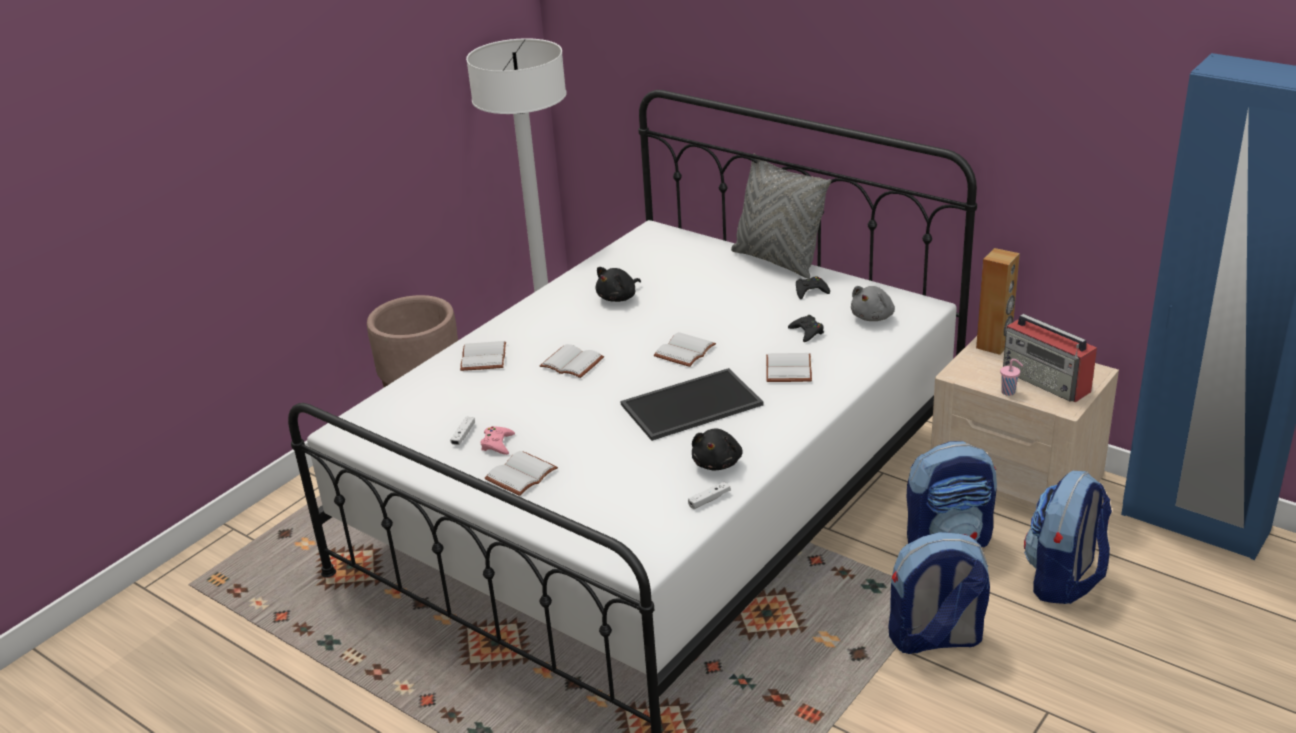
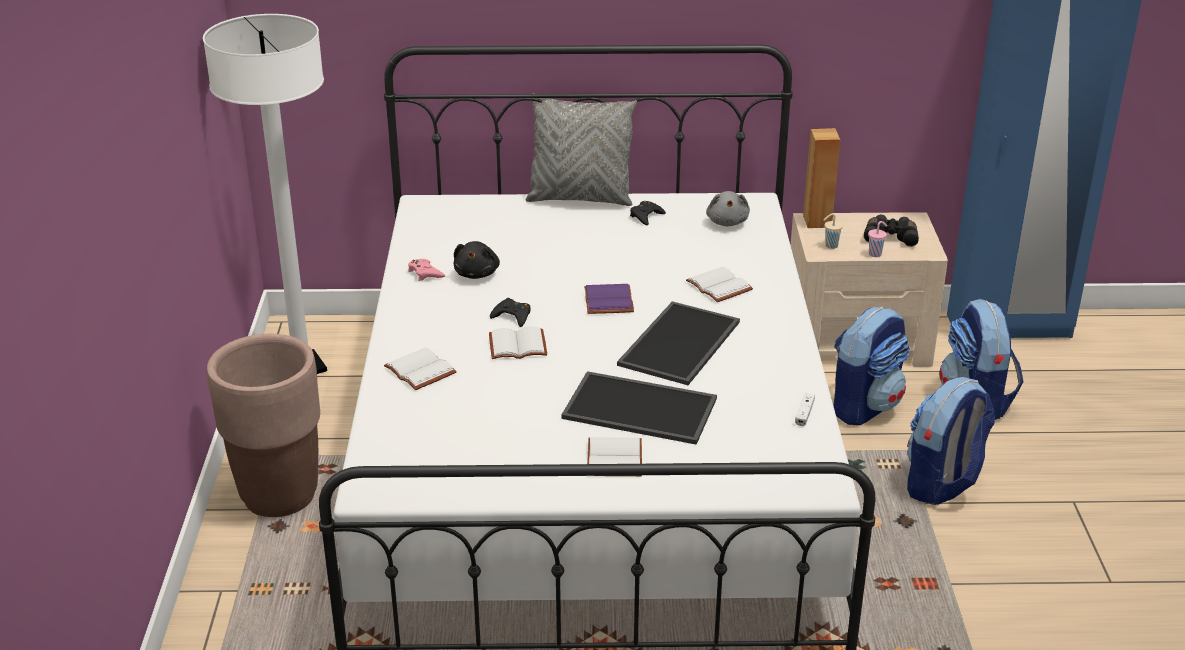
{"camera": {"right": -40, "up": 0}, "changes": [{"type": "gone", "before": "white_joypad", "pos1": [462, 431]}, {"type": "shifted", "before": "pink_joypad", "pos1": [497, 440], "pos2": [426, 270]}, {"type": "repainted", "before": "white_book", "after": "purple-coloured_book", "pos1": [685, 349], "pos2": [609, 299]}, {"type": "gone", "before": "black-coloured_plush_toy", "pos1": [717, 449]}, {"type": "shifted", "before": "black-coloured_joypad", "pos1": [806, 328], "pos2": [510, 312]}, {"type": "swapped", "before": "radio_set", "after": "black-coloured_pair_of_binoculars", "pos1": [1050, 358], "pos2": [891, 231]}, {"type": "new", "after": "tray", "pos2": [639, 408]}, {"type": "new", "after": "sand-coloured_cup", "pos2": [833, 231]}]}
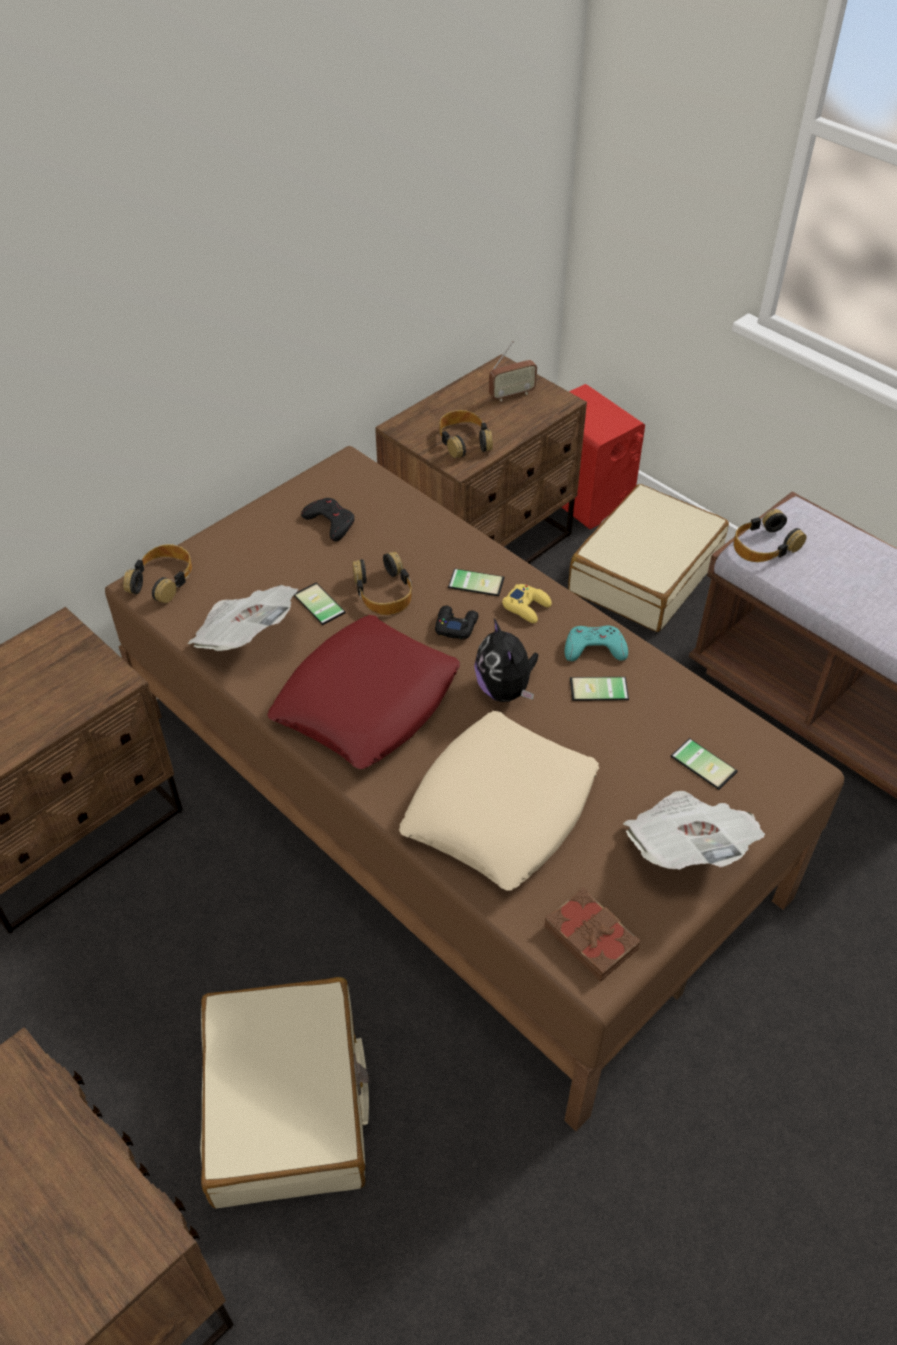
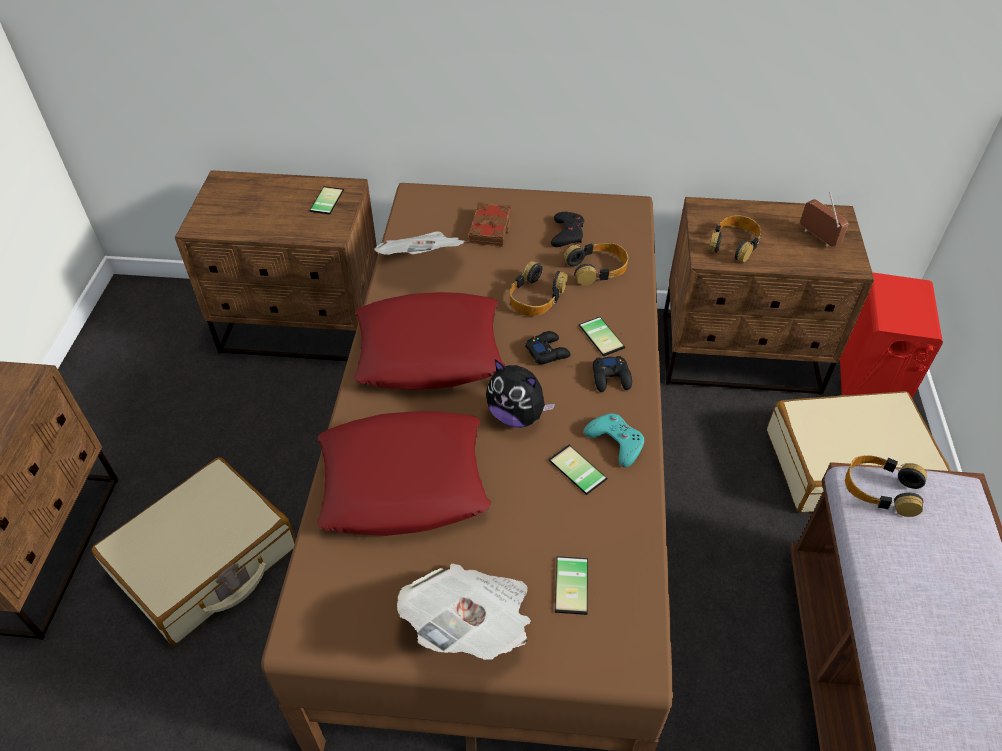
{"camera": {"right": 50, "up": 0}, "changes": [{"type": "shifted", "before": "headphones", "pos1": [157, 573], "pos2": [596, 264]}, {"type": "shifted", "before": "phone", "pos1": [319, 604], "pos2": [327, 200]}, {"type": "repainted", "before": "sand-coloured_throw_pillow", "after": "red-coloured_throw_pillow", "pos1": [499, 801], "pos2": [404, 473]}, {"type": "rotated", "before": "plush_toy", "pos1": [506, 660], "pos2": [520, 393], "turn": -90}, {"type": "rotated", "before": "radio_set", "pos1": [513, 371], "pos2": [824, 219], "turn": -150}, {"type": "repainted", "before": "yellow_joypad", "after": "black-coloured_joypad", "pos1": [527, 603], "pos2": [612, 374]}, {"type": "shifted", "before": "brownish_book", "pos1": [592, 934], "pos2": [490, 224]}]}
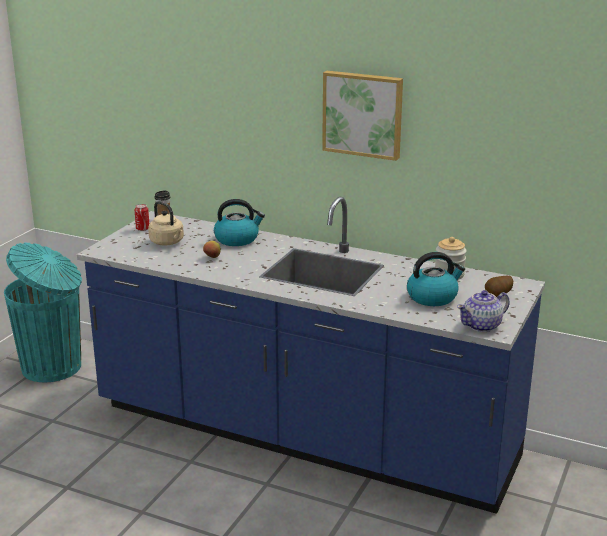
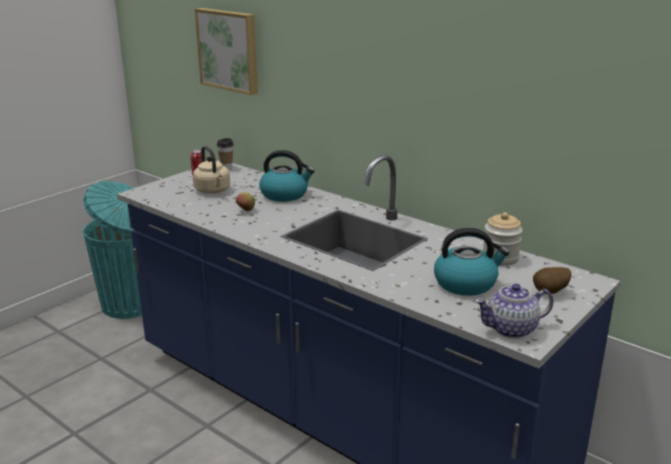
{"camera": {"right": 15, "up": 0}, "changes": [{"type": "shifted", "before": "wall_art", "pos1": [362, 116], "pos2": [226, 51]}]}
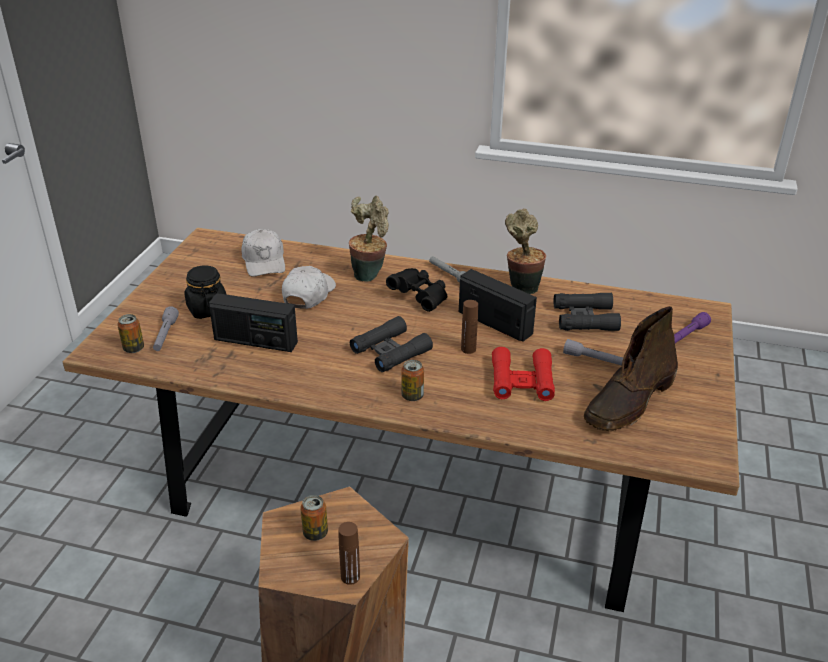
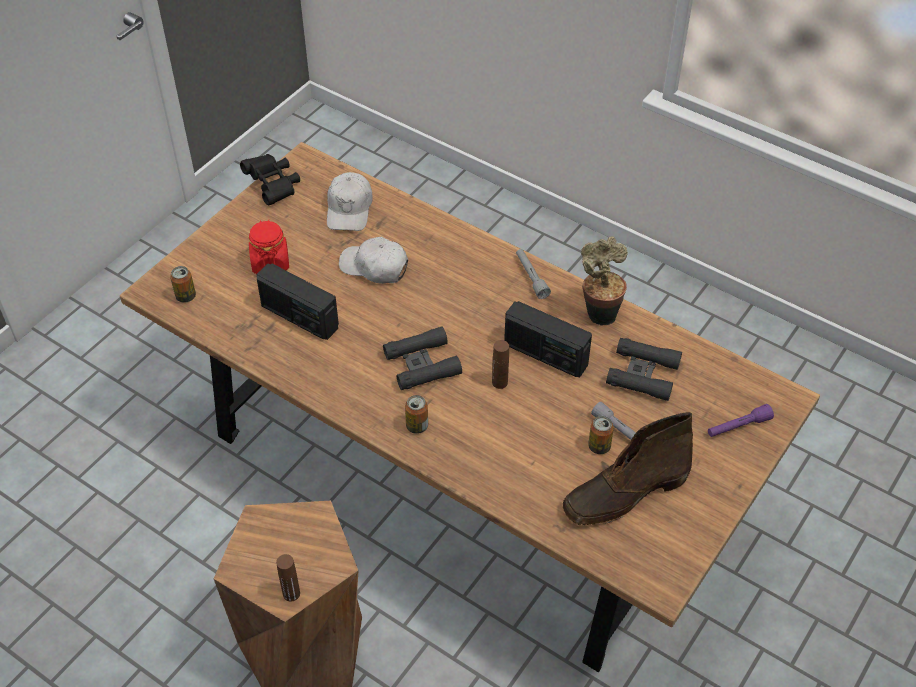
{"camera": {"right": 20, "up": 15}, "changes": [{"type": "gone", "before": "greyish_torch", "pos1": [166, 328]}, {"type": "repainted", "before": "black-coloured_storage_jar", "after": "red-coloured_storage_jar", "pos1": [205, 292], "pos2": [269, 246]}, {"type": "rotated", "before": "white_baseball_cap", "pos1": [309, 287], "pos2": [373, 260], "turn": -105}, {"type": "shifted", "before": "metal_can", "pos1": [314, 518], "pos2": [601, 435]}, {"type": "gone", "before": "houseplant", "pos1": [369, 239]}, {"type": "shifted", "before": "black-coloured_pair_of_binoculars", "pos1": [416, 290], "pos2": [270, 179]}, {"type": "rotated", "before": "radio_set", "pos1": [498, 305], "pos2": [548, 339], "turn": 150}, {"type": "gone", "before": "red-coloured_pair_of_binoculars", "pos1": [523, 374]}]}
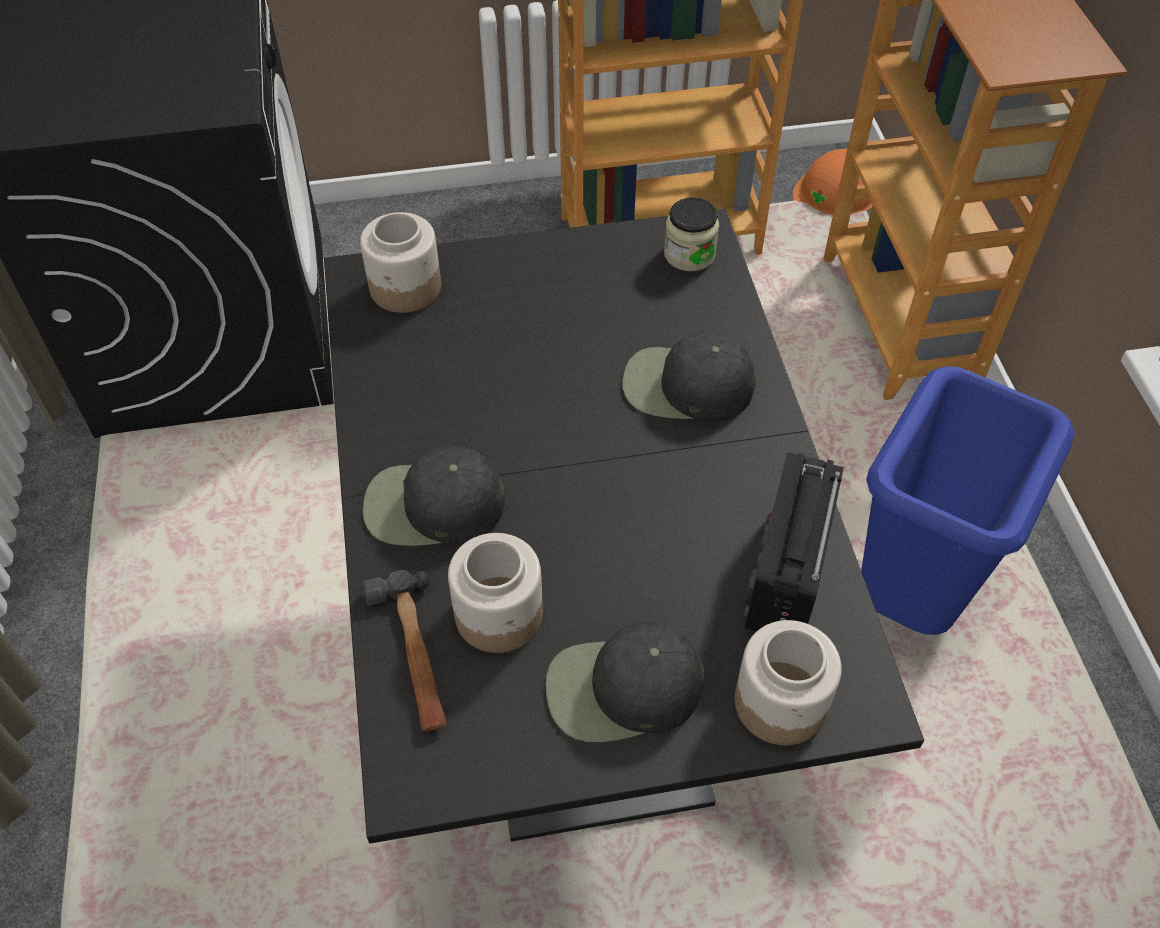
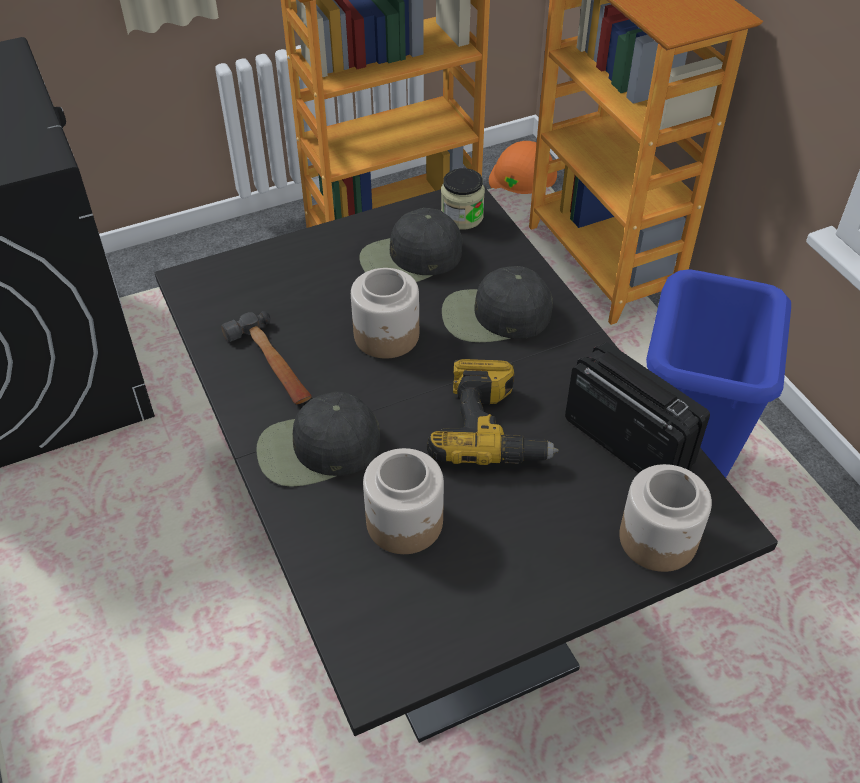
{"camera": {"right": -15, "up": -5}, "changes": [{"type": "shifted", "before": "storage_jar", "pos1": [400, 262], "pos2": [385, 313]}, {"type": "shifted", "before": "tool_hammer", "pos1": [405, 651], "pos2": [266, 358]}, {"type": "shifted", "before": "black-coloured_baseball_cap", "pos1": [625, 681], "pos2": [410, 245]}, {"type": "rotated", "before": "radio_set", "pos1": [794, 542], "pos2": [637, 407], "turn": 135}, {"type": "new", "after": "drill", "pos2": [493, 412]}]}
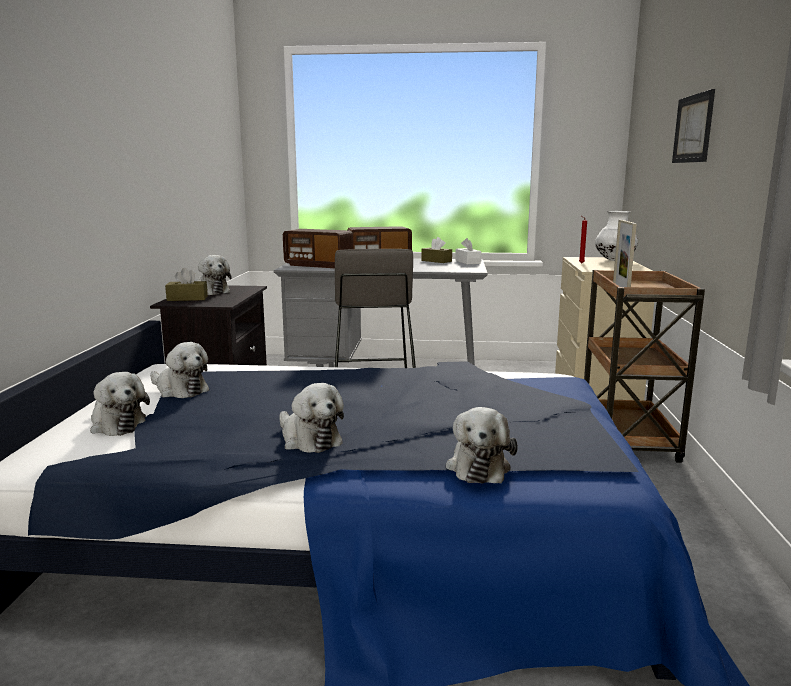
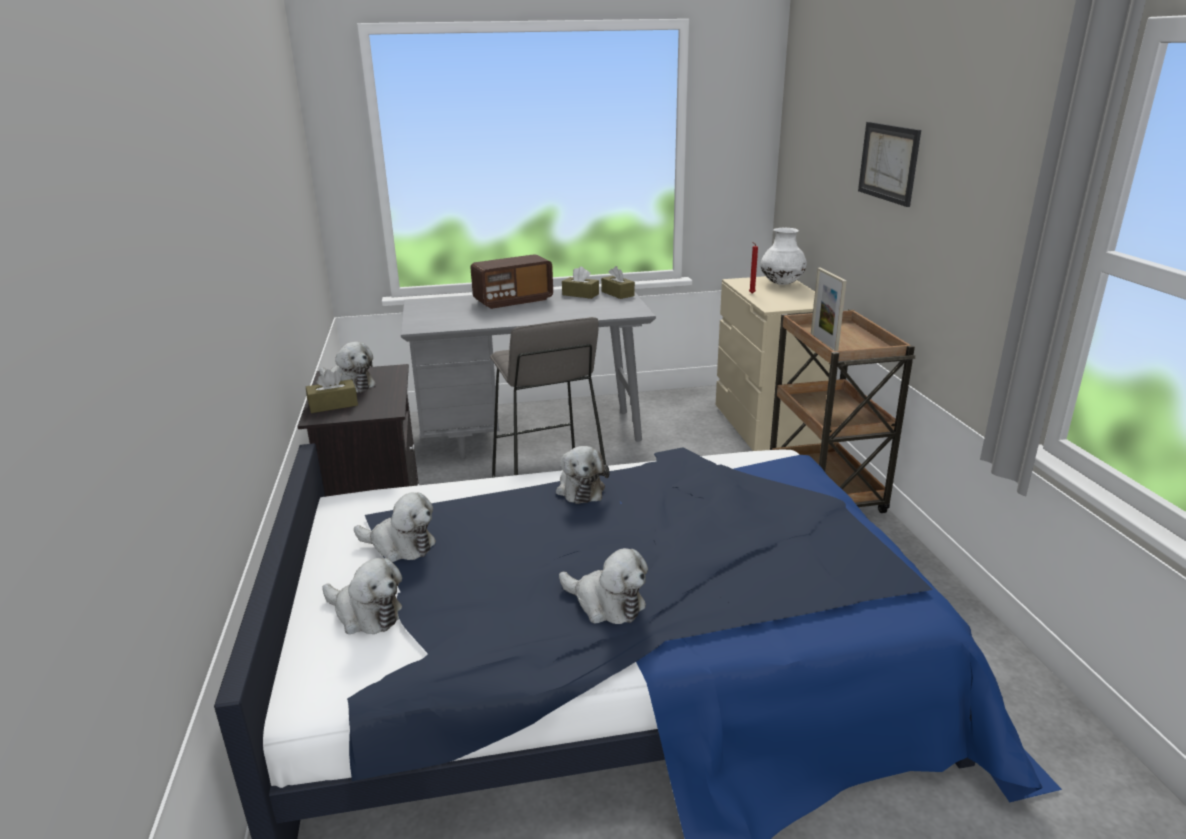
{"camera": {"right": -15, "up": 10}, "changes": [{"type": "gone", "before": "radio_set", "pos1": [318, 248]}, {"type": "shifted", "before": "plush_toy", "pos1": [482, 445], "pos2": [583, 475]}, {"type": "repainted", "before": "white_box_of_tissues", "after": "brownish_box_of_tissues", "pos1": [468, 251], "pos2": [618, 282]}]}
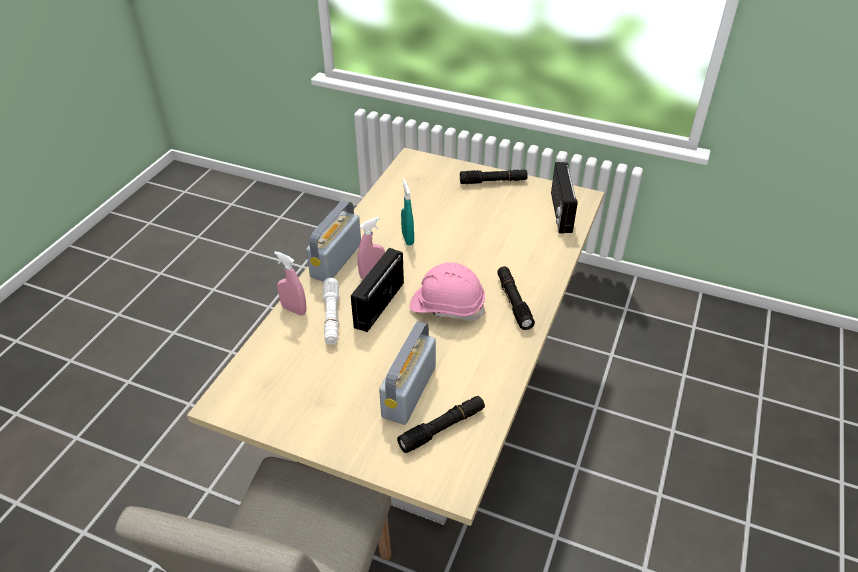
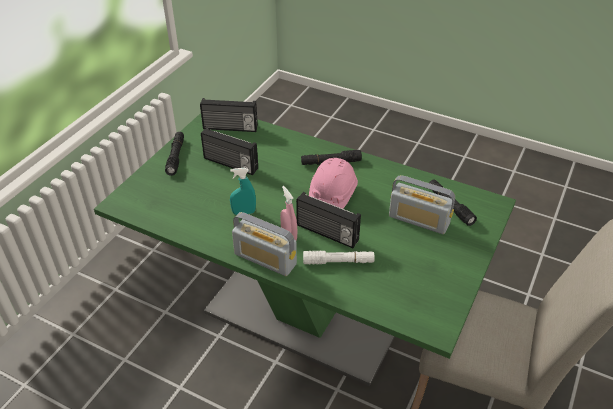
{"camera": {"right": -85, "up": 0}, "changes": [{"type": "repainted", "before": "sand-coloured_dinner_table", "after": "green-coloured_dinner_table", "pos1": [395, 338], "pos2": [305, 249]}, {"type": "gone", "before": "pink_hand_sprayer", "pos1": [290, 283]}, {"type": "new", "after": "radio_set", "pos2": [229, 151]}]}
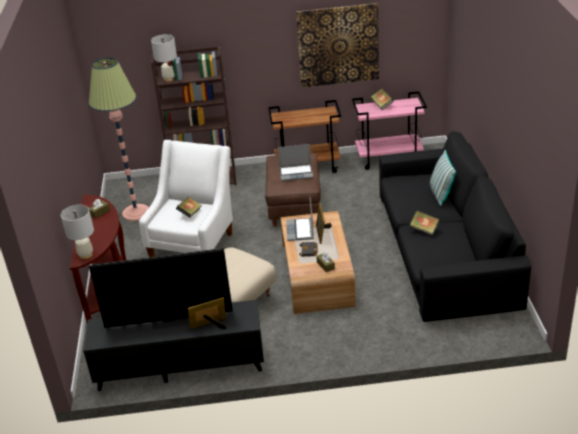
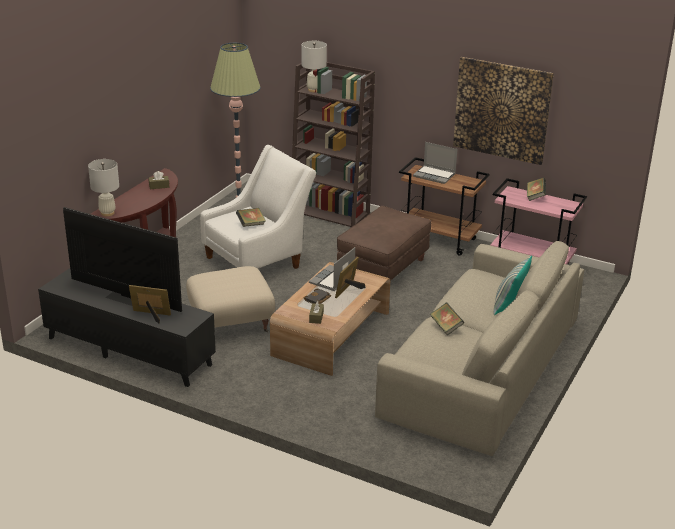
{"camera": {"right": 30, "up": -5}, "changes": [{"type": "shifted", "before": "laptop", "pos1": [295, 162], "pos2": [435, 163]}, {"type": "repainted", "before": "black-coloured_settee", "after": "sand-coloured_settee", "pos1": [455, 226], "pos2": [479, 348]}]}
